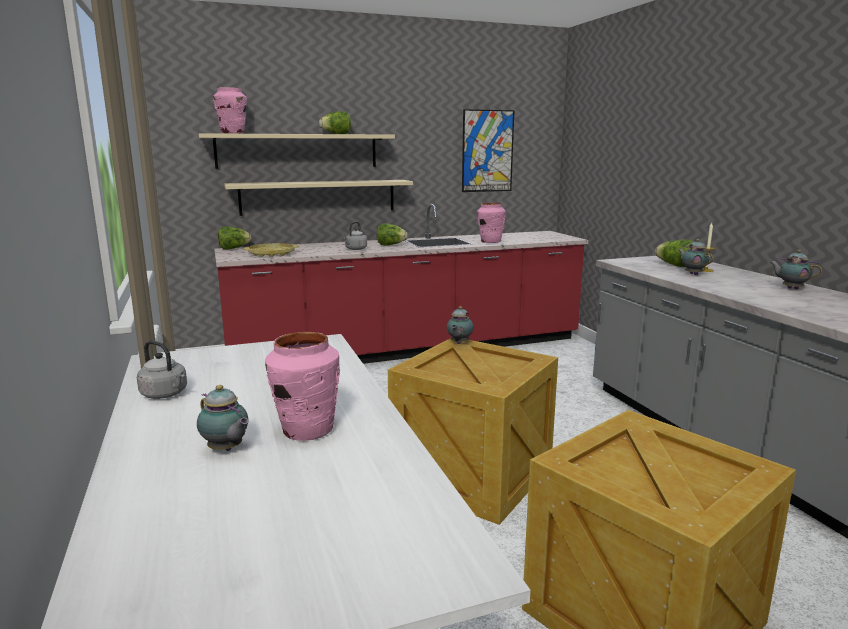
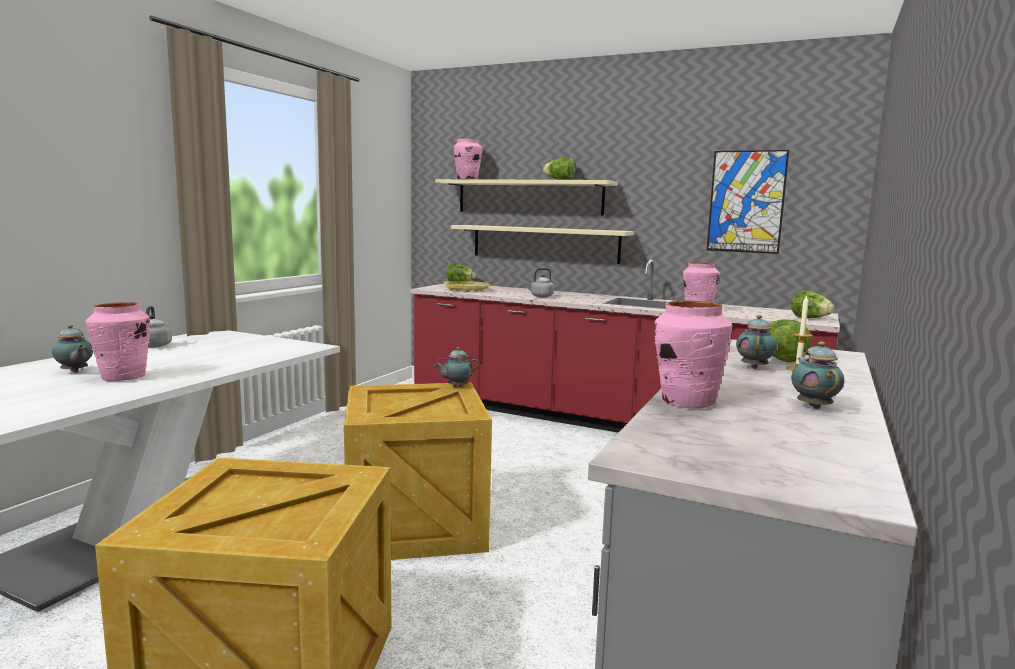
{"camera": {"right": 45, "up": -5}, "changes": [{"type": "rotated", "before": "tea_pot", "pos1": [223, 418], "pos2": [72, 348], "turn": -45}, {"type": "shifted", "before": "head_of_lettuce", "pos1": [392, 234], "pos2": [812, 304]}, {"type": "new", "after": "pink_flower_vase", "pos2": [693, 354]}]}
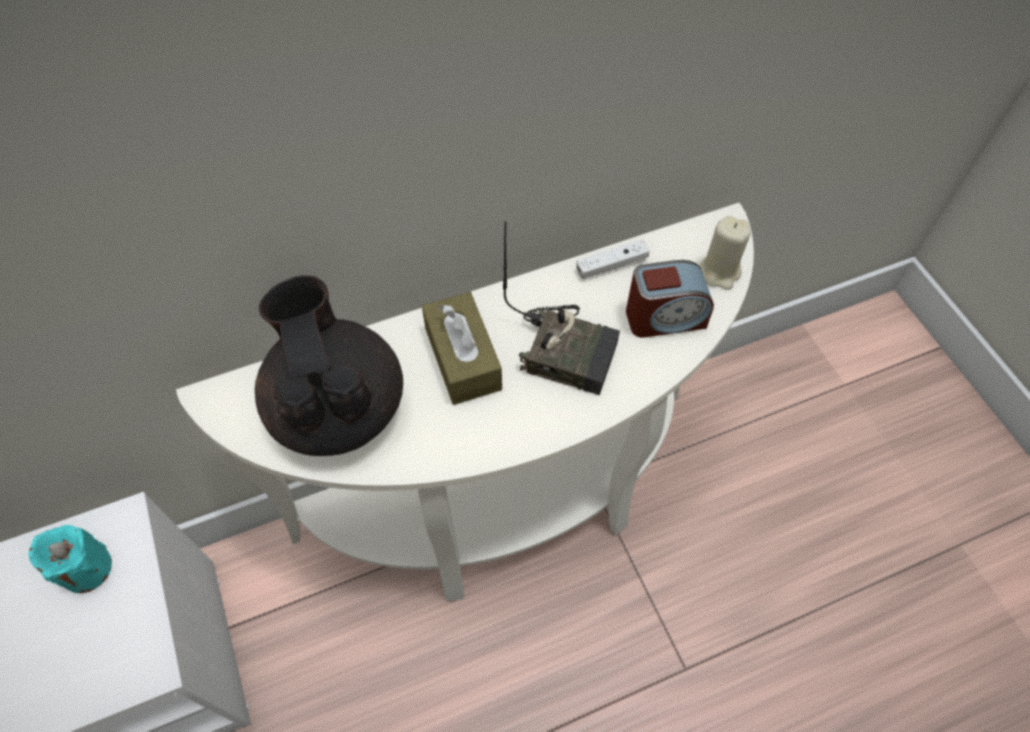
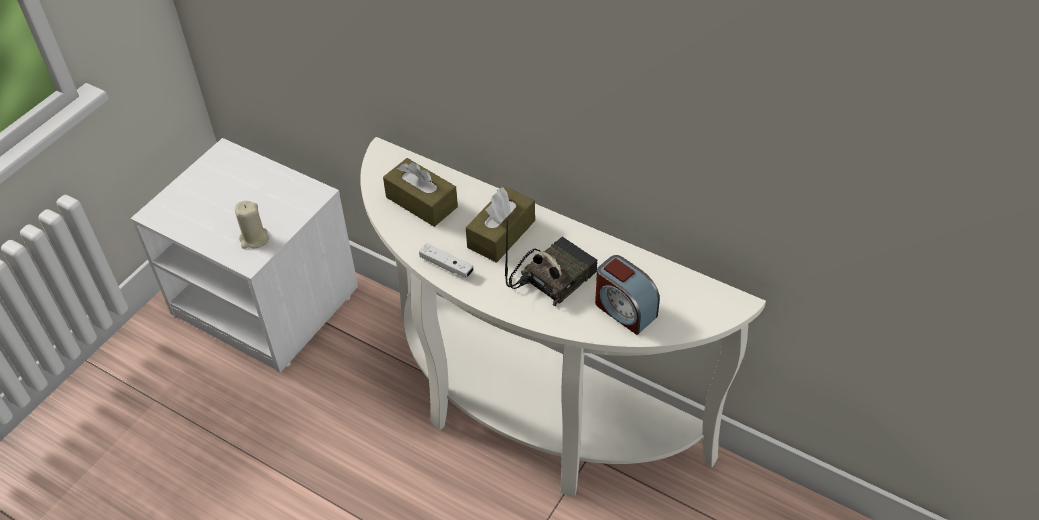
{"camera": {"right": 55, "up": -10}, "changes": [{"type": "gone", "before": "blue-green_wax_candle", "pos1": [70, 559]}, {"type": "swapped", "before": "black-coloured_tea_pot", "after": "brownish_box_of_tissues", "pos1": [329, 365], "pos2": [420, 192]}, {"type": "rotated", "before": "radio_set", "pos1": [561, 308], "pos2": [551, 263], "turn": -120}, {"type": "shifted", "before": "white_joypad", "pos1": [613, 259], "pos2": [446, 260]}, {"type": "shifted", "before": "sand-coloured_wax_candle", "pos1": [725, 253], "pos2": [252, 225]}]}
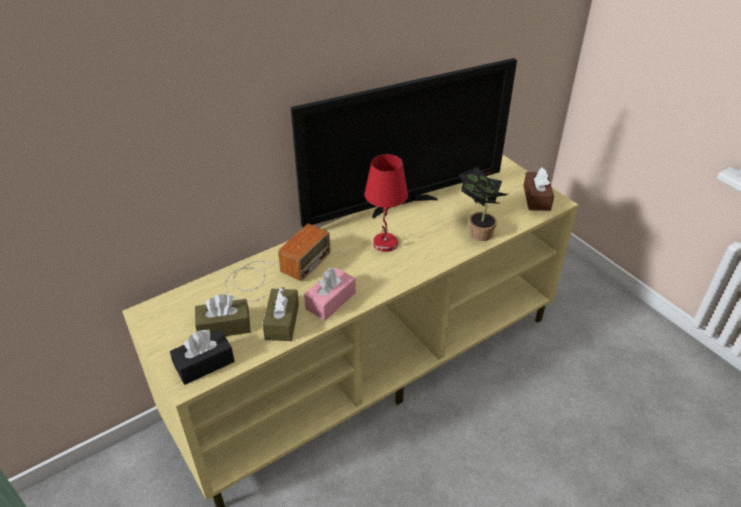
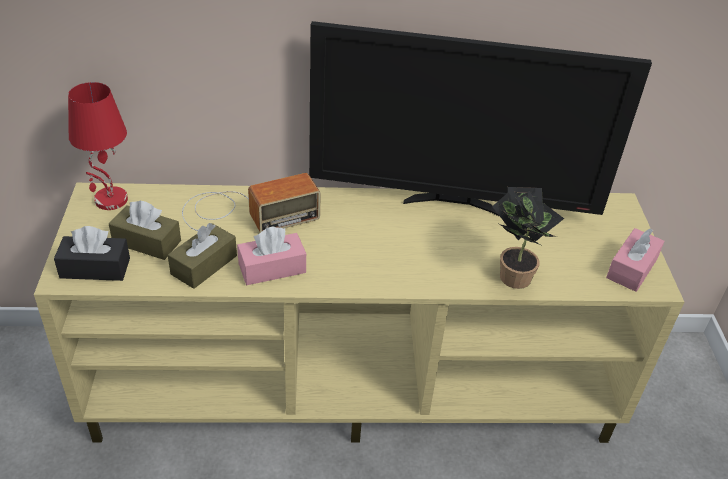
{"camera": {"right": 30, "up": 0}, "changes": [{"type": "shifted", "before": "red-coloured_lamp_for_a_table", "pos1": [386, 203], "pos2": [98, 146]}, {"type": "repainted", "before": "brownish_box_of_tissues", "after": "pink_box_of_tissues", "pos1": [538, 189], "pos2": [635, 260]}]}
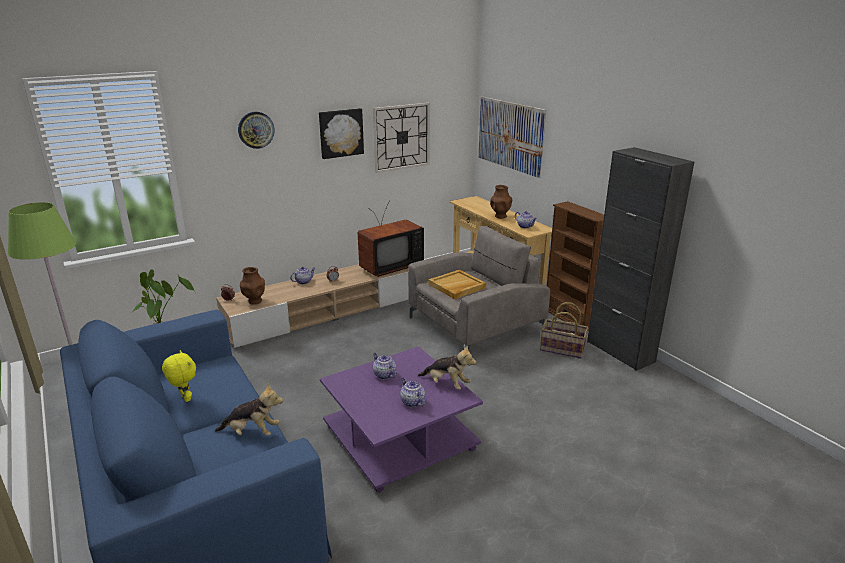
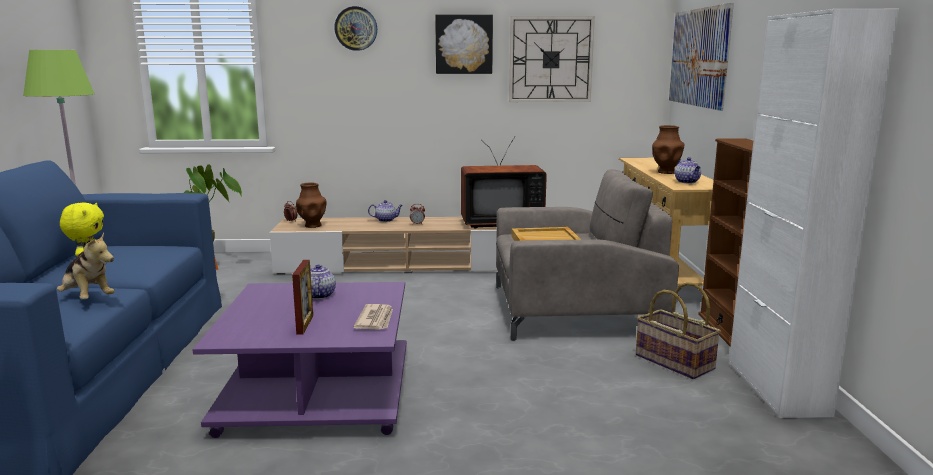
{"camera": {"right": 30, "up": -10}, "changes": [{"type": "swapped", "before": "tea_pot", "after": "picture_frame", "pos1": [412, 392], "pos2": [302, 297]}, {"type": "swapped", "before": "plush_toy", "after": "newspaper", "pos1": [447, 368], "pos2": [373, 317]}, {"type": "repainted", "before": "black-coloured_cupboard", "after": "white_cupboard", "pos1": [640, 259], "pos2": [814, 213]}]}
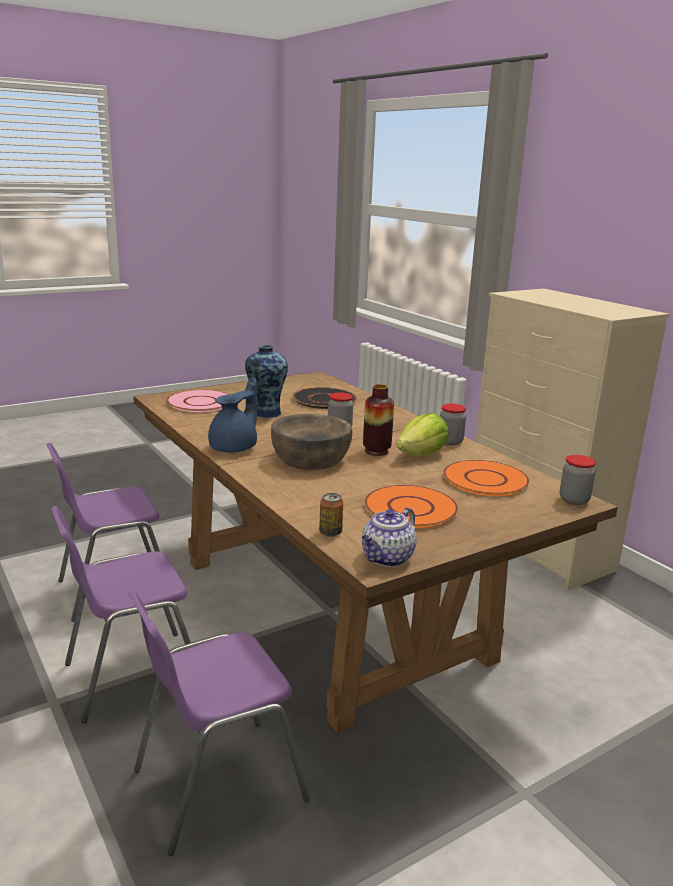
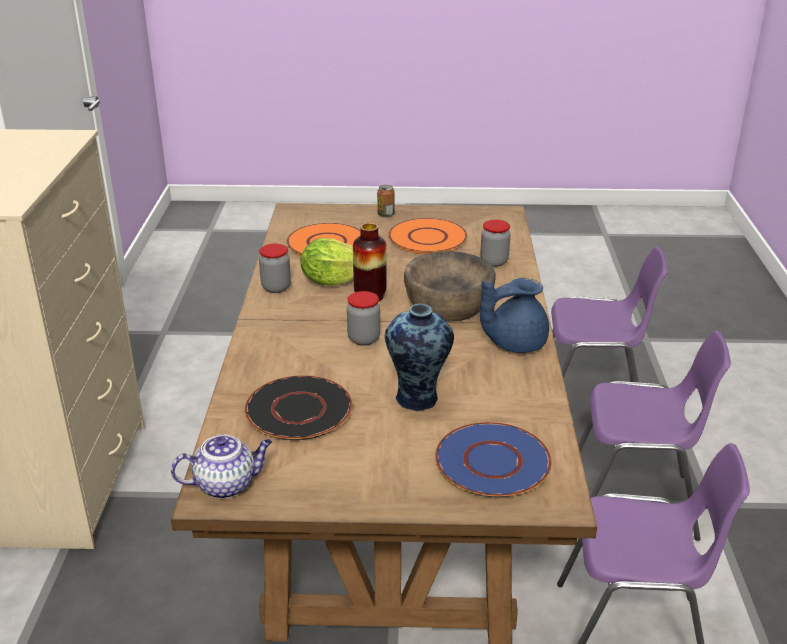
{"camera": {"right": -145, "up": 10}, "changes": [{"type": "repainted", "before": "pink_dinner_plate", "after": "blue-coloured_dinner_plate", "pos1": [197, 401], "pos2": [493, 459]}, {"type": "shifted", "before": "metal_can", "pos1": [331, 515], "pos2": [386, 201]}, {"type": "shifted", "before": "tea_pot", "pos1": [389, 537], "pos2": [221, 467]}, {"type": "shifted", "before": "storage_jar", "pos1": [578, 480], "pos2": [495, 243]}]}
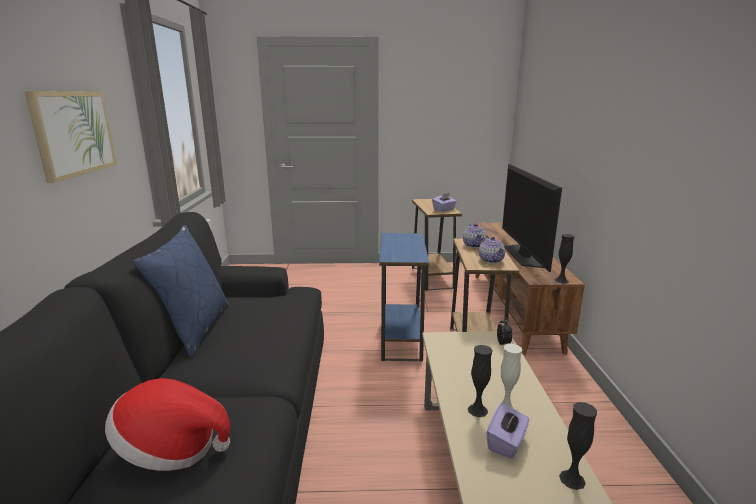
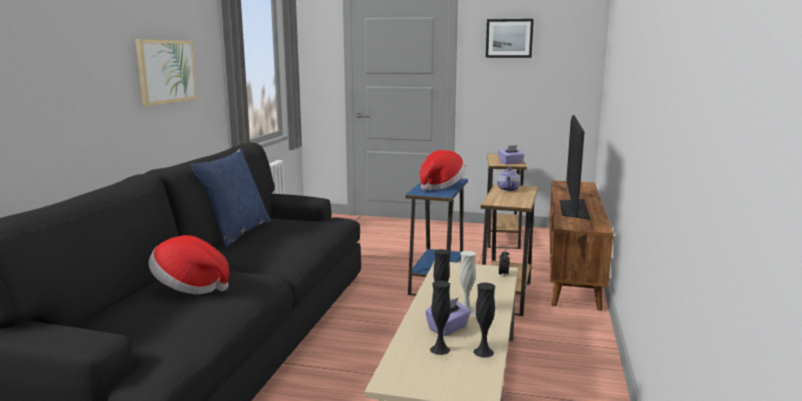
{"camera": {"right": 15, "up": -5}, "changes": [{"type": "gone", "before": "tea_pot", "pos1": [492, 250]}, {"type": "shifted", "before": "black-coloured_flower_vase", "pos1": [564, 259], "pos2": [440, 318]}, {"type": "new", "after": "wearable_hat", "pos2": [443, 170]}, {"type": "new", "after": "wall_art", "pos2": [510, 38]}]}
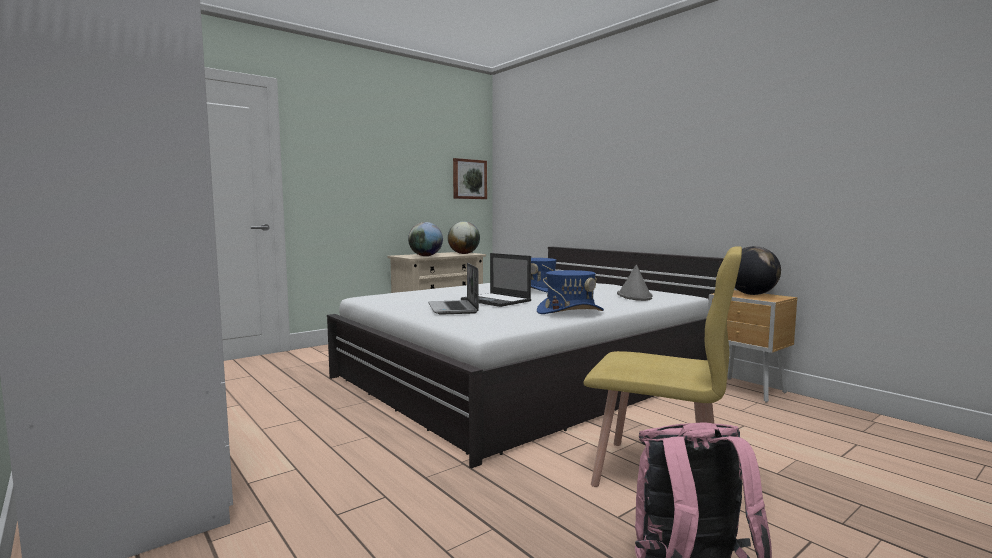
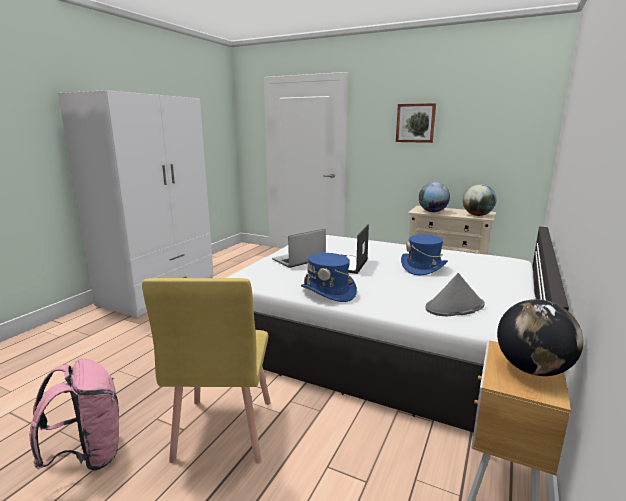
{"camera": {"right": 65, "up": 10}, "changes": [{"type": "shifted", "before": "wall_art", "pos1": [470, 178], "pos2": [416, 123]}]}
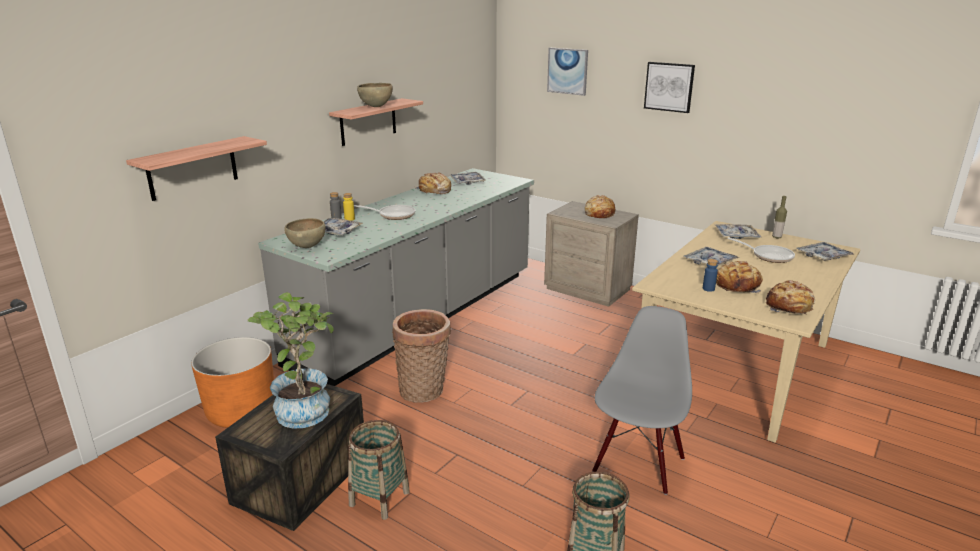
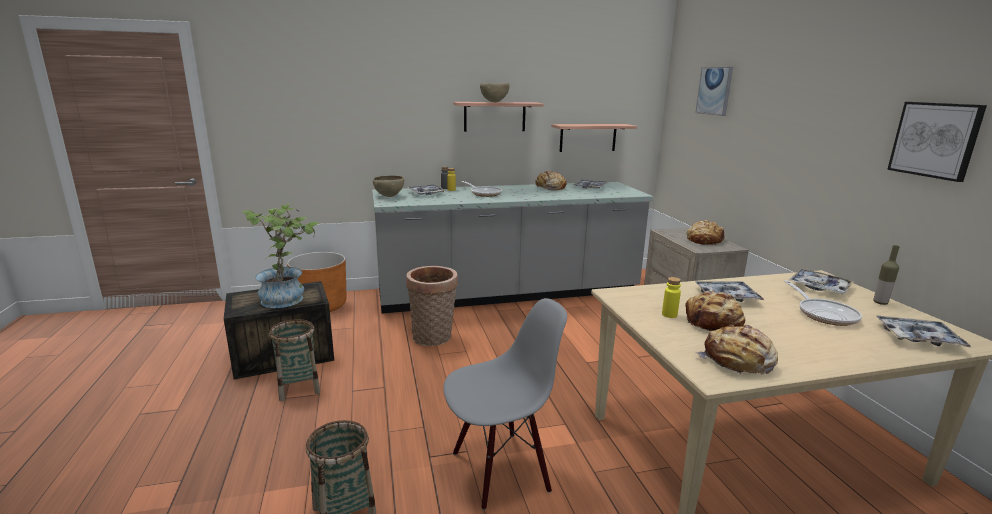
{"camera": {"right": 40, "up": -5}, "changes": [{"type": "shifted", "before": "wall_shelf", "pos1": [196, 168], "pos2": [594, 138]}, {"type": "shifted", "before": "wall_art", "pos1": [669, 87], "pos2": [937, 142]}, {"type": "repainted", "before": "blue-coloured_beverage_bottle", "after": "yellow_beverage_bottle", "pos1": [710, 275], "pos2": [671, 297]}]}
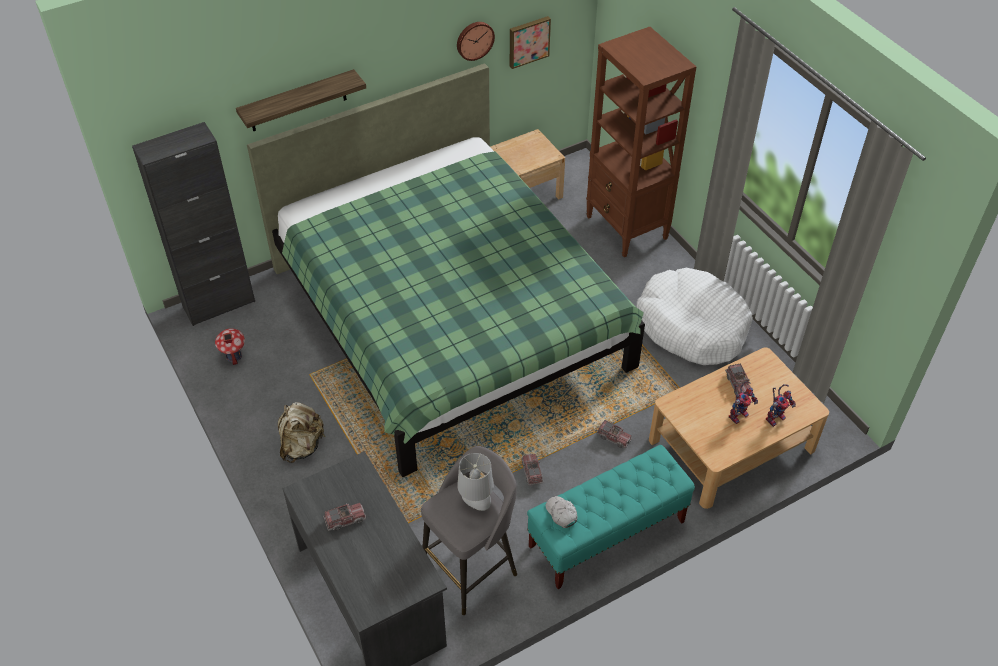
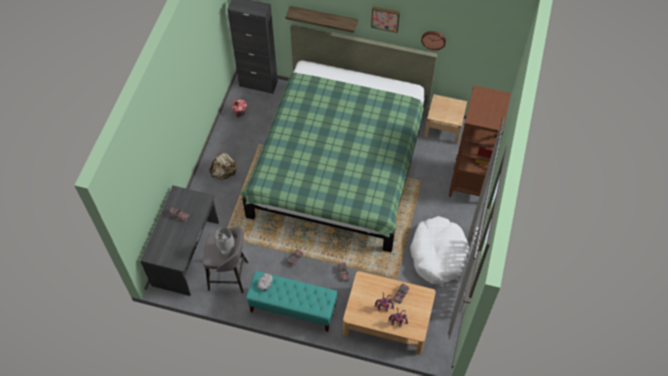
{"camera": {"right": 45, "up": 10}, "changes": [{"type": "shifted", "before": "wall_art", "pos1": [530, 42], "pos2": [385, 19]}]}
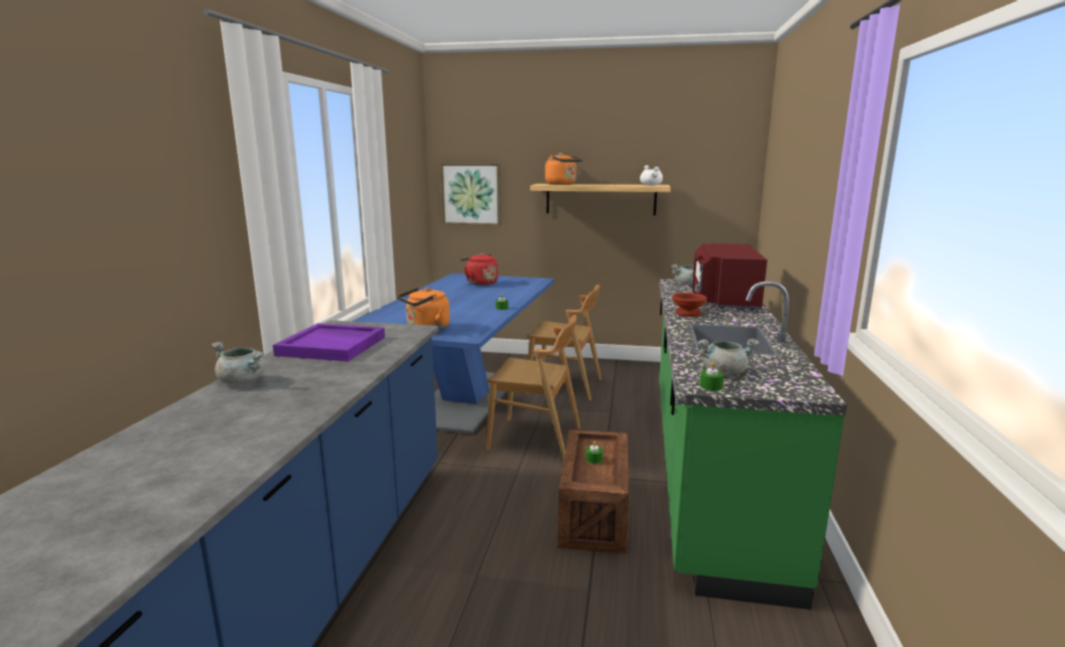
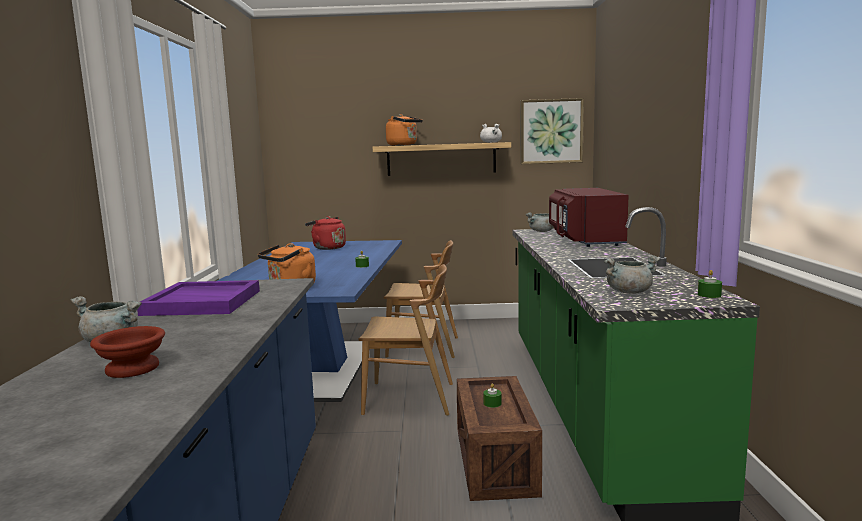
{"camera": {"right": -10, "up": -5}, "changes": [{"type": "shifted", "before": "wall_art", "pos1": [470, 194], "pos2": [552, 131]}, {"type": "shifted", "before": "brownish_bowl", "pos1": [689, 305], "pos2": [127, 352]}, {"type": "shifted", "before": "green-coloured_wax_candle", "pos1": [712, 376], "pos2": [710, 284]}]}
